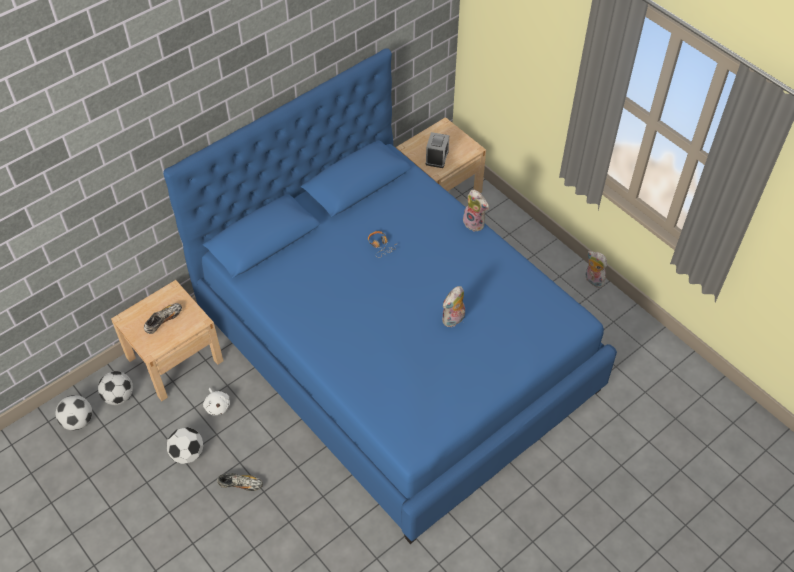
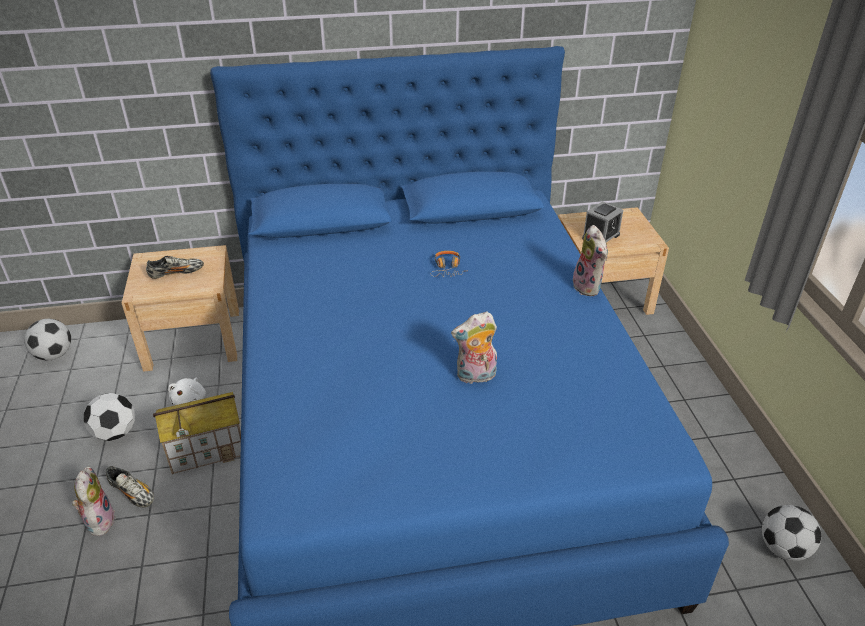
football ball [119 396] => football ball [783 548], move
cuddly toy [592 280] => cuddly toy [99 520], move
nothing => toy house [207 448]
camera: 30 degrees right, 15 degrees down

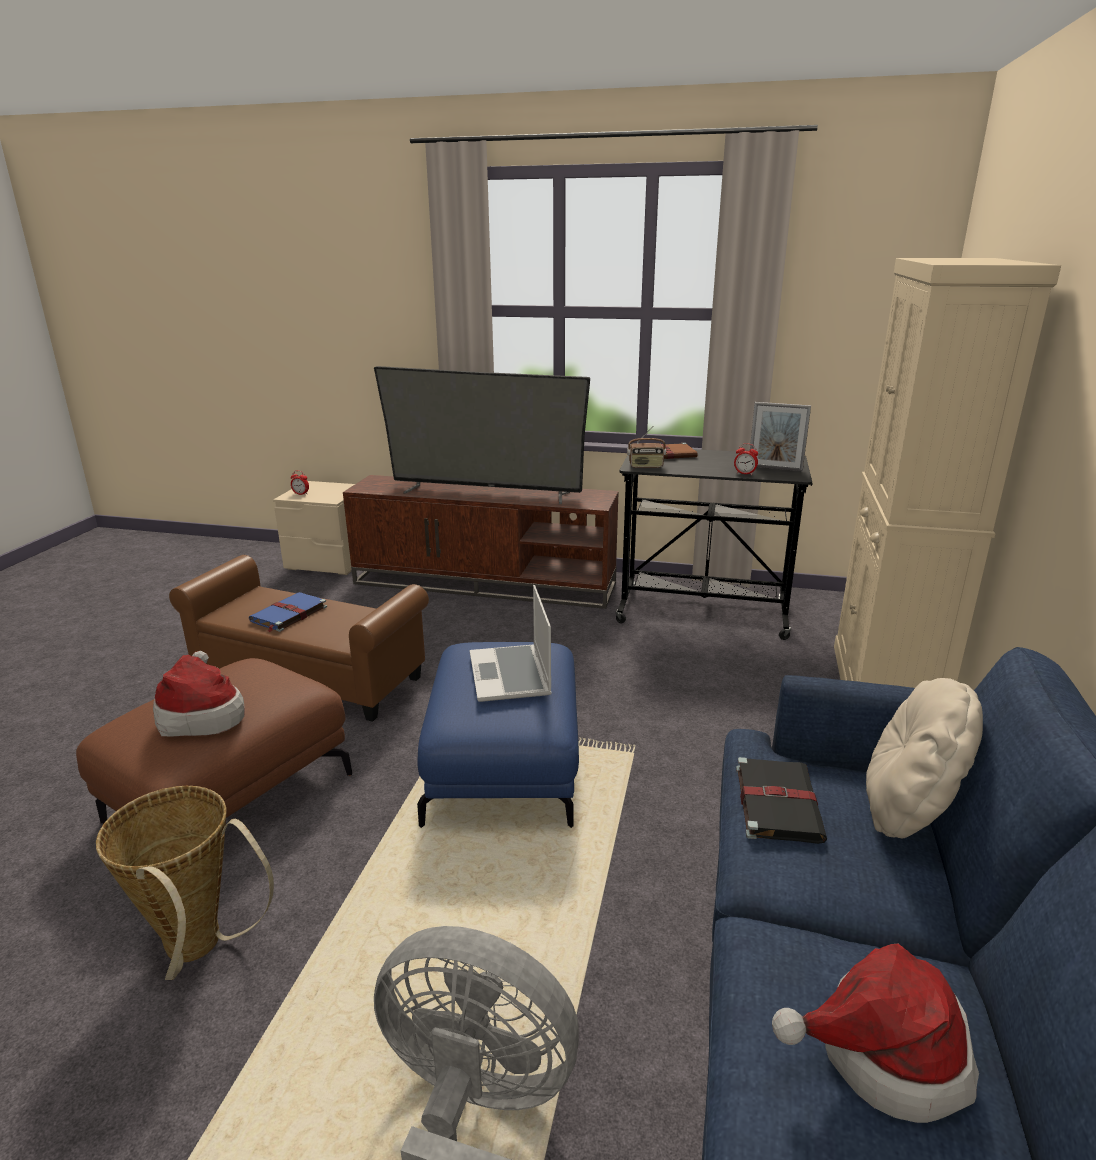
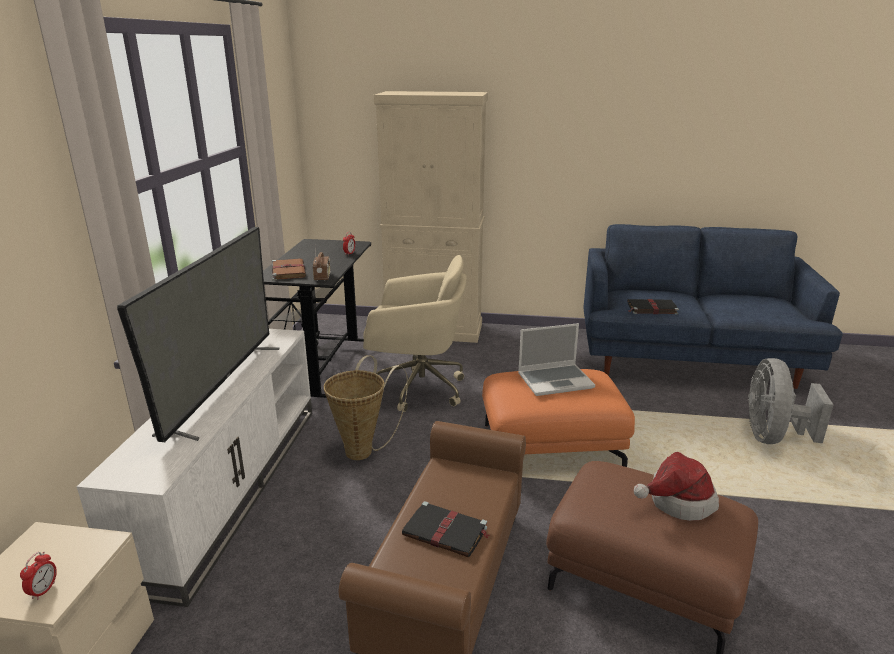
household basket [199 951] => household basket [364 450], move
blue-coloured book [288 614] => black book [446 532]
brownish media console [486 583] => white media console [230 485]
blue-coloured footrest [505 768] => orange footrest [551 447]
picture frame [775 468] => nothing
hat [882 1052] => nothing
beige throw pillow [907 814] => nothing
nothing => beige desk chair [417 390]
camera: 95 degrees left, 0 degrees up

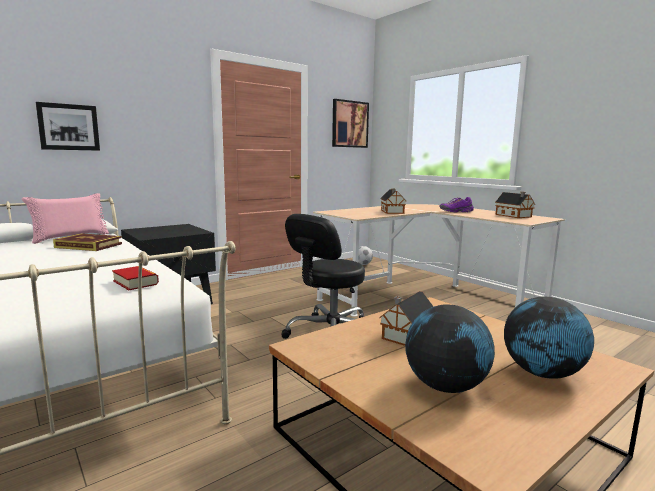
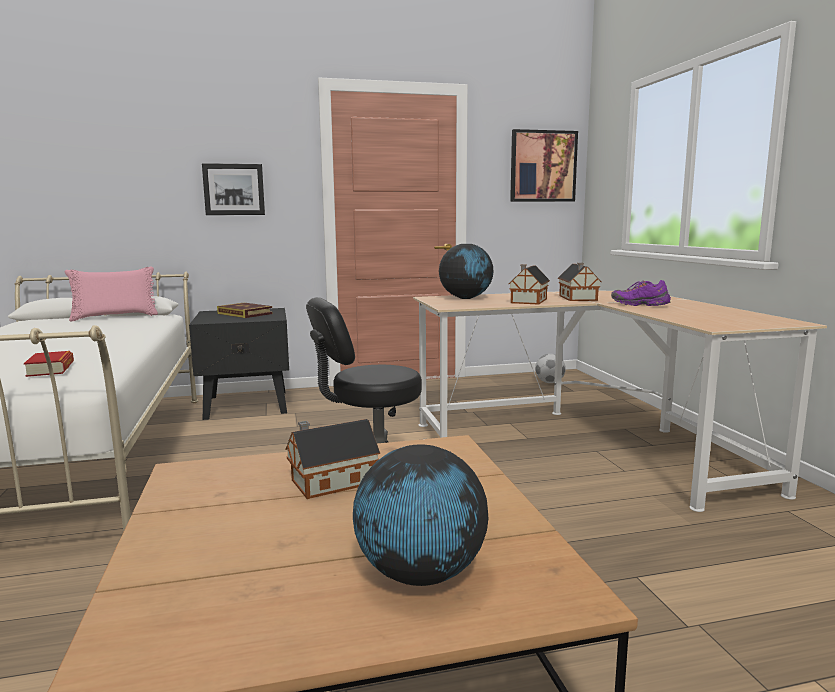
wall art [68 127] => wall art [234 189], move
book [88 246] => book [244 313], move
desk globe [445 386] => desk globe [466 298], move
toy house [514 216] => toy house [578 298], move
camera: 25 degrees right, 0 degrees up

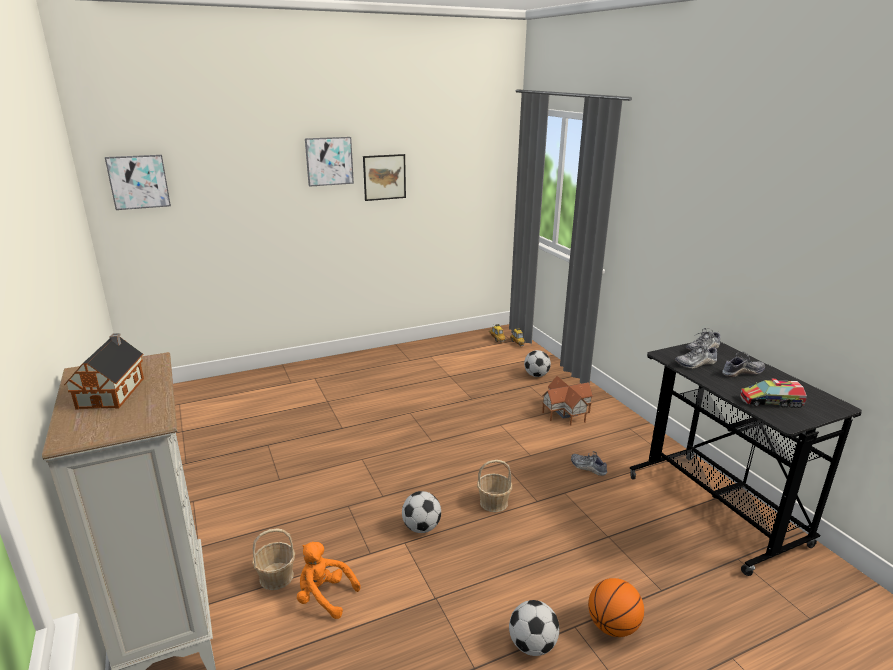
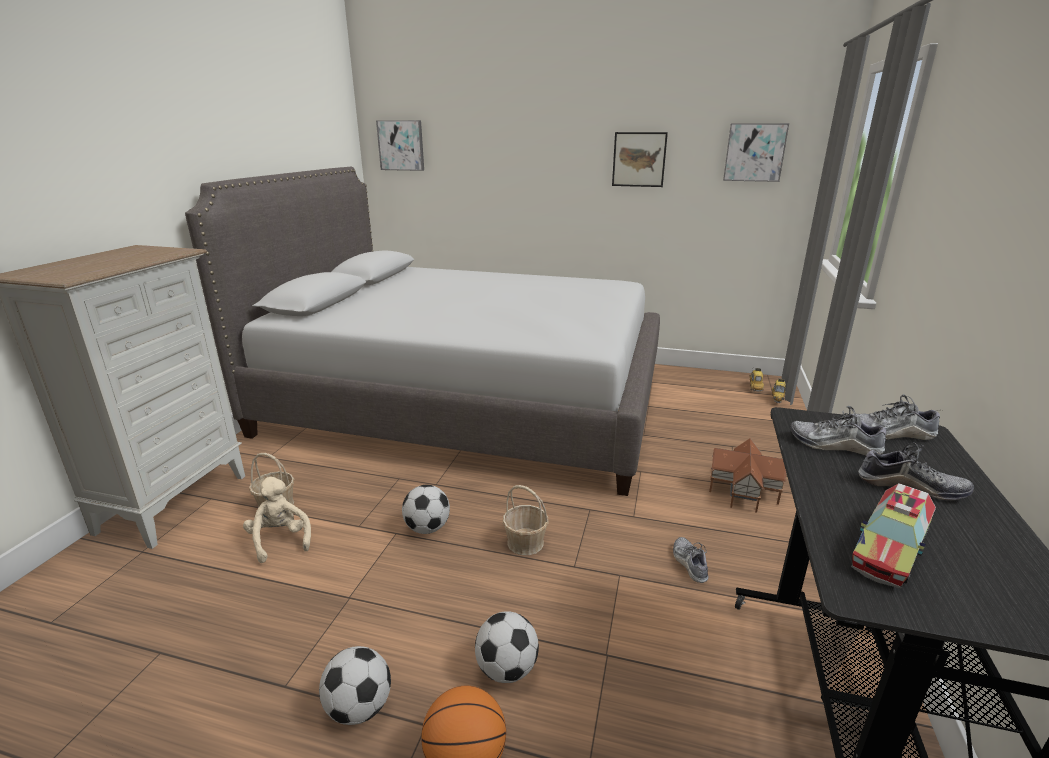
toy house [113 391] => nothing
orange cuddly toy [324 597] => beige cuddly toy [280 540]
wall art [329 161] => wall art [754 152], move
football ball [536 375] => football ball [507 670], move
toy lorry [771 402] => toy lorry [889 549], 90 degrees counterclockwise
nothing => greyish bedroom bed [468 401]
camera: 40 degrees right, 0 degrees up

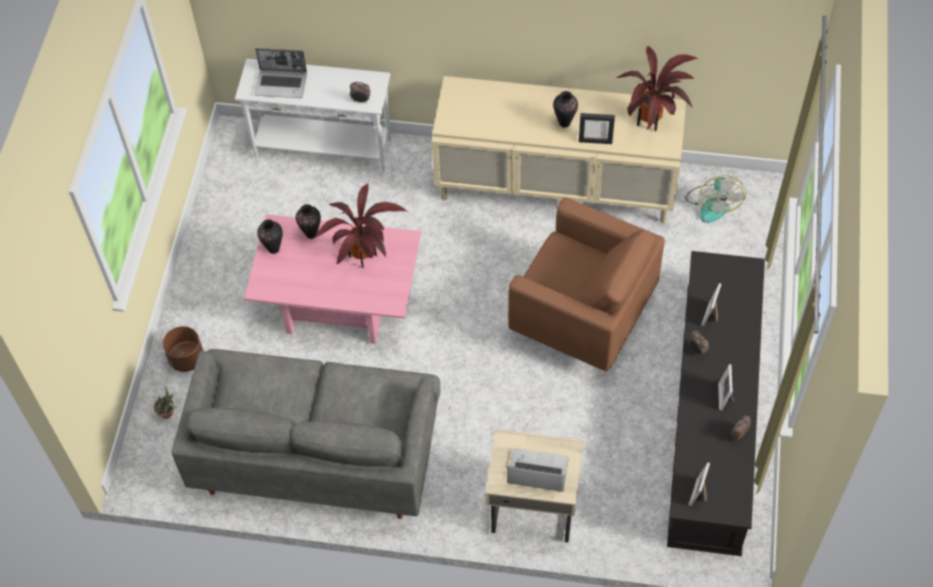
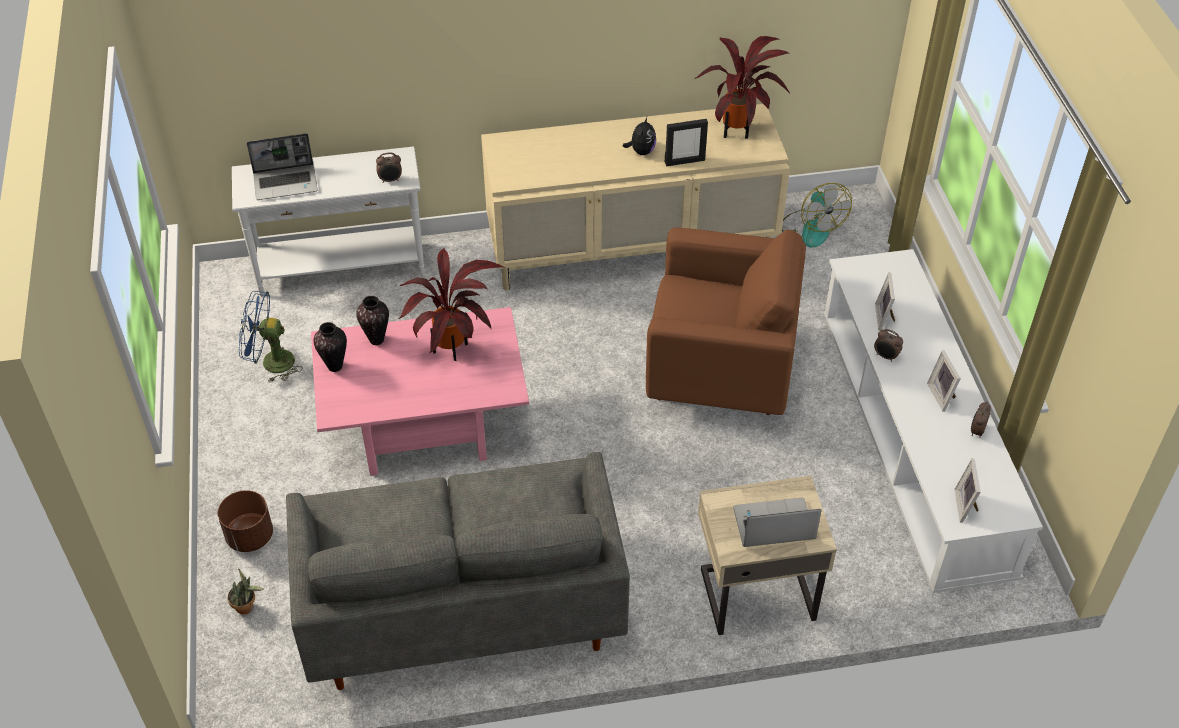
flower vase [564 123] => cuddly toy [641 151]
black media console [713 414] => white media console [915 436]
nothing => blue-coloured cooling fan [271 362]
camera: 20 degrees left, 10 degrees down

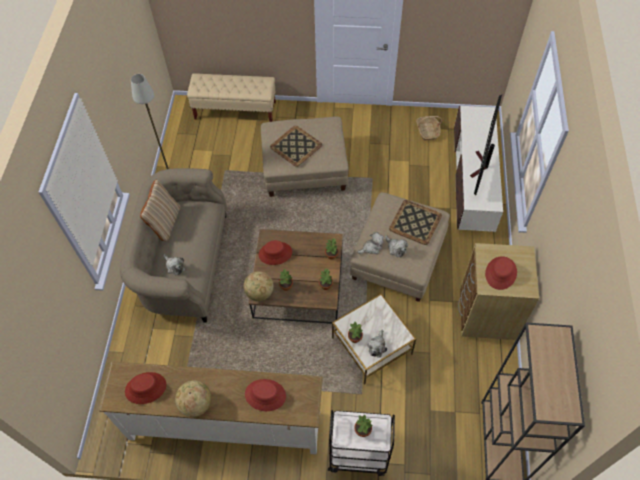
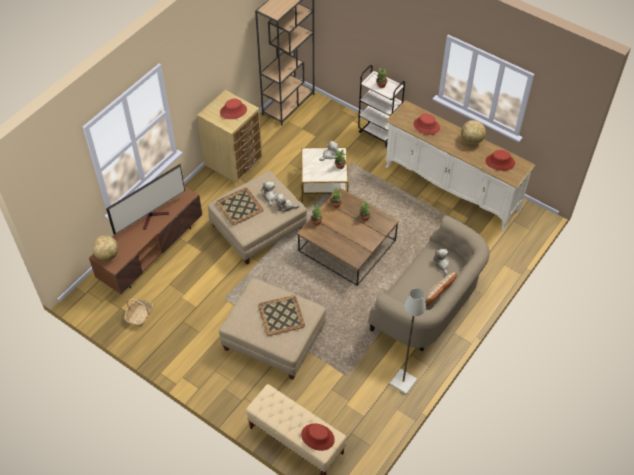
desk globe [259 293] => desk globe [107 255], move
red hat [275 253] => red hat [318 437], move
white media console [472 184] => brownish media console [151 251]
camera: 150 degrees left, 5 degrees down

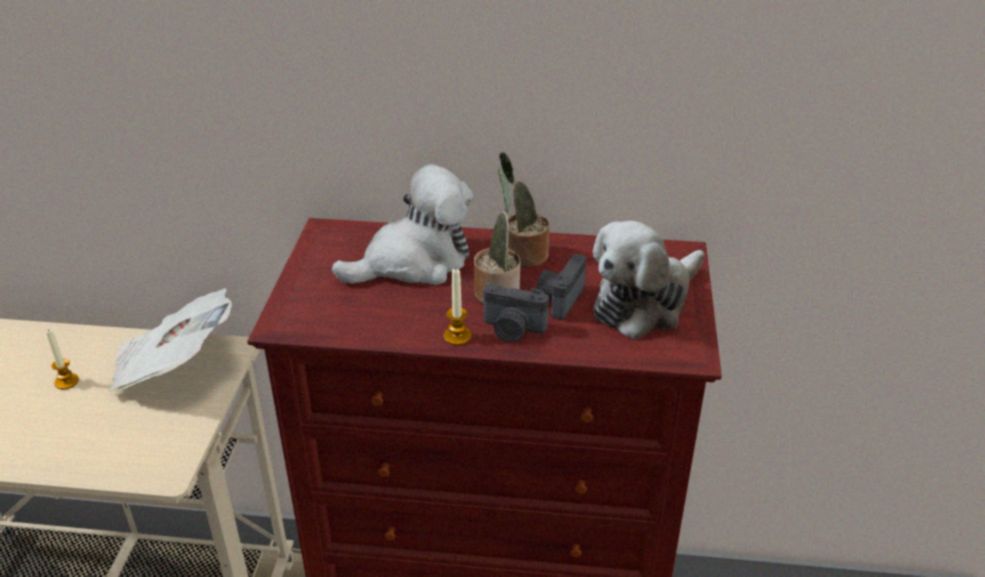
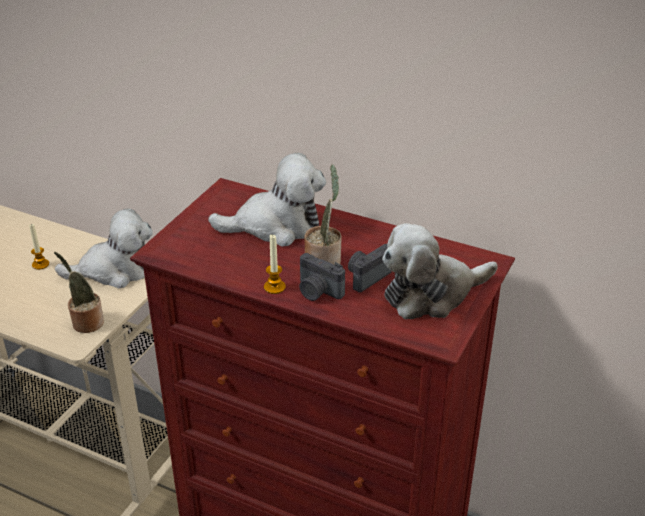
newspaper [174 367] => cuddly toy [114 271]
potted plant [523 256] => potted plant [86 322], move
camera: 20 degrees right, 0 degrees up

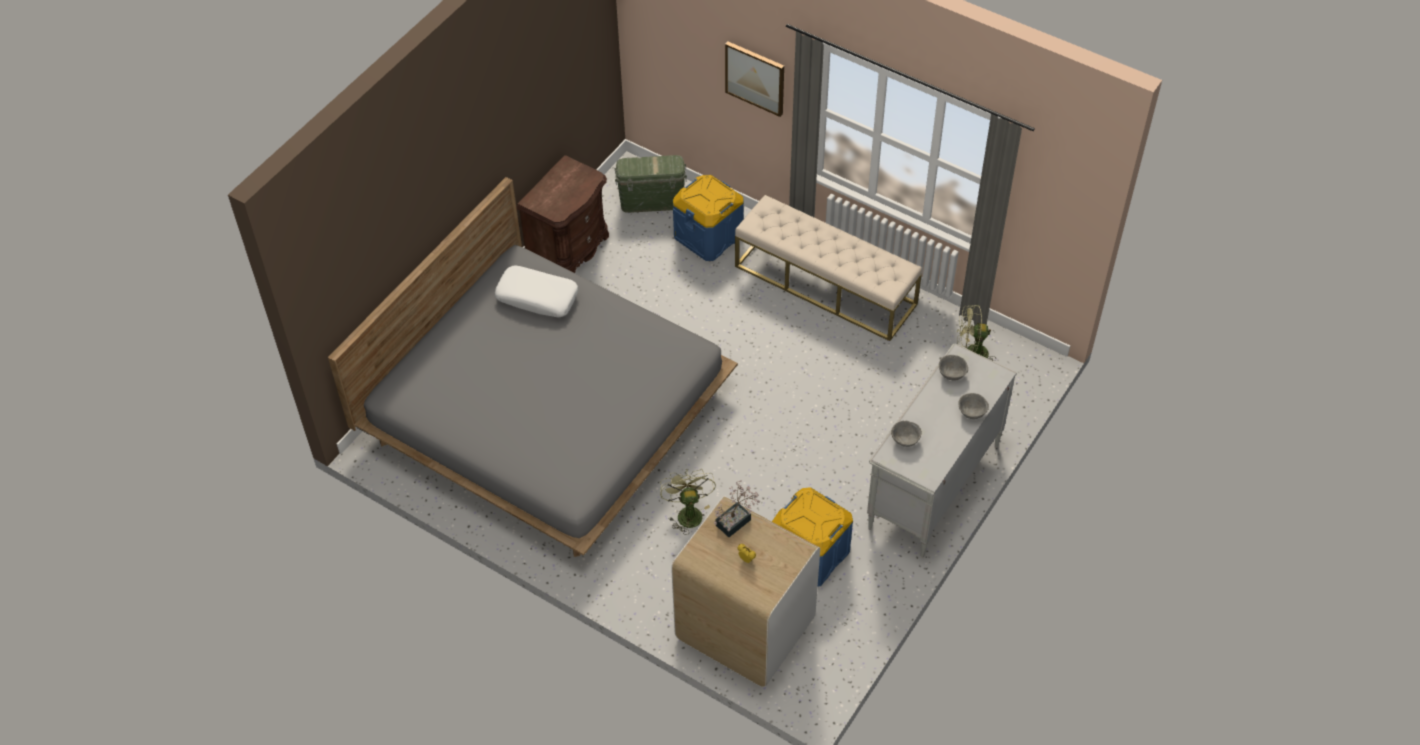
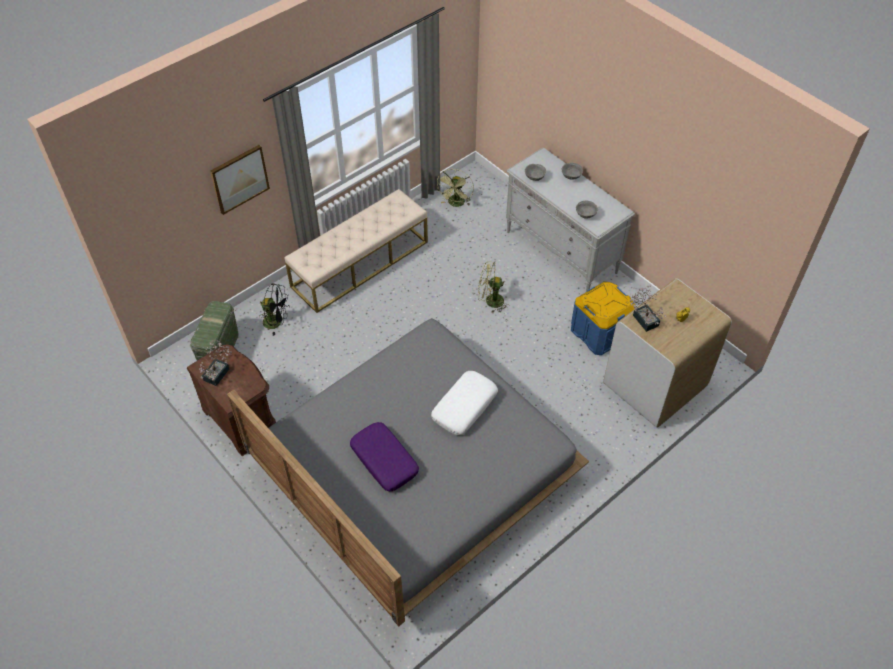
white throw pillow [537 297] => white throw pillow [464 406], move
green cooling fan [687 512] => green cooling fan [490 301], move
blue-coloured storage bin [708 235] => black cooling fan [276 322]
nothing => potted plant [218 372]
nothing => purple-coloured throw pillow [385 460]
camera: 75 degrees left, 0 degrees up

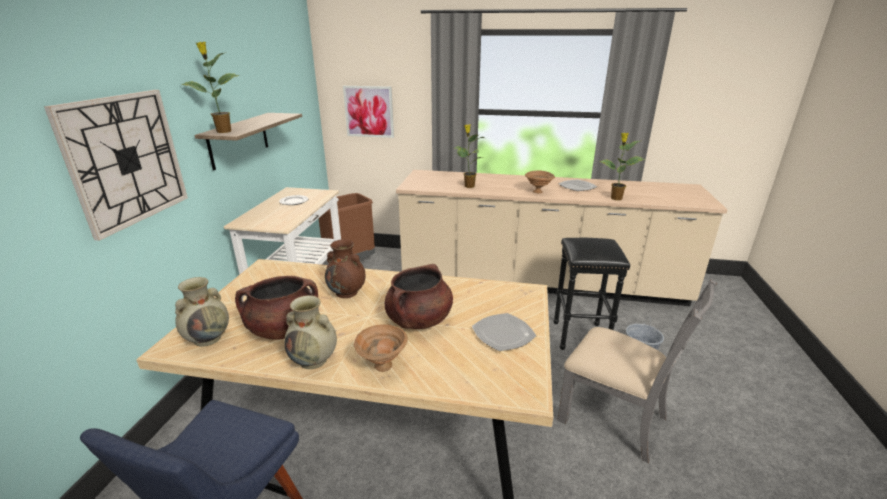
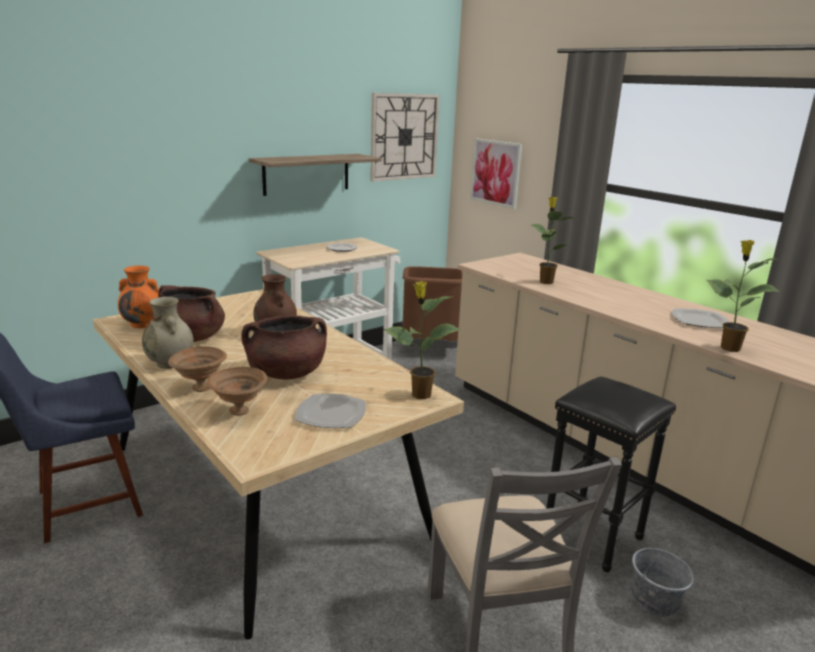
clock on the wall [126 160] => clock on the wall [404 137], move
beige flower vase [208 338] => orange flower vase [143 324]
potted plant [223 131] => potted plant [420 395], move
brownish serving bowl [538 192] => brownish serving bowl [240 412], move
camera: 40 degrees right, 5 degrees down

